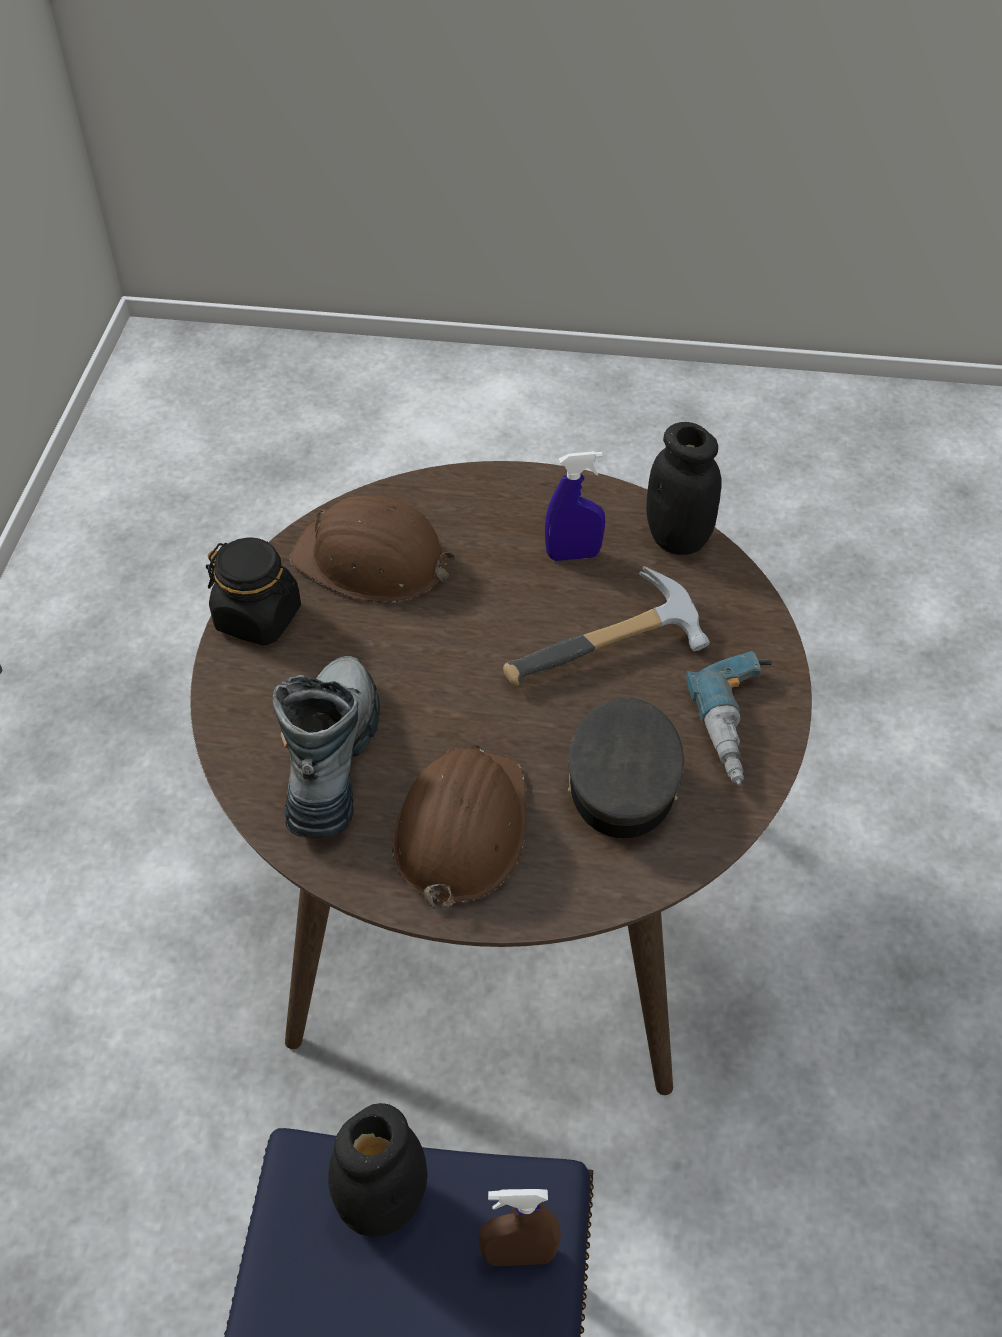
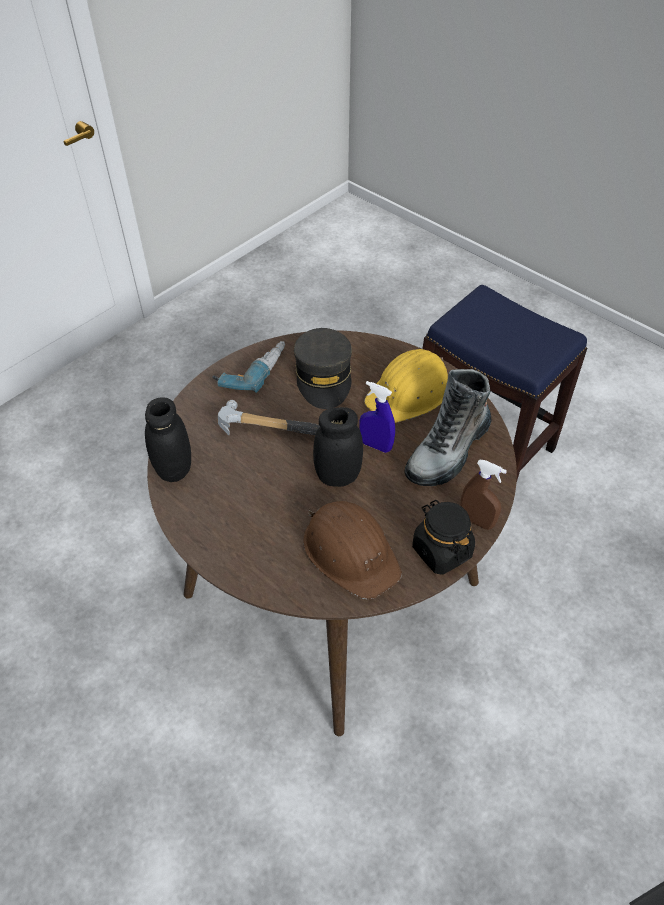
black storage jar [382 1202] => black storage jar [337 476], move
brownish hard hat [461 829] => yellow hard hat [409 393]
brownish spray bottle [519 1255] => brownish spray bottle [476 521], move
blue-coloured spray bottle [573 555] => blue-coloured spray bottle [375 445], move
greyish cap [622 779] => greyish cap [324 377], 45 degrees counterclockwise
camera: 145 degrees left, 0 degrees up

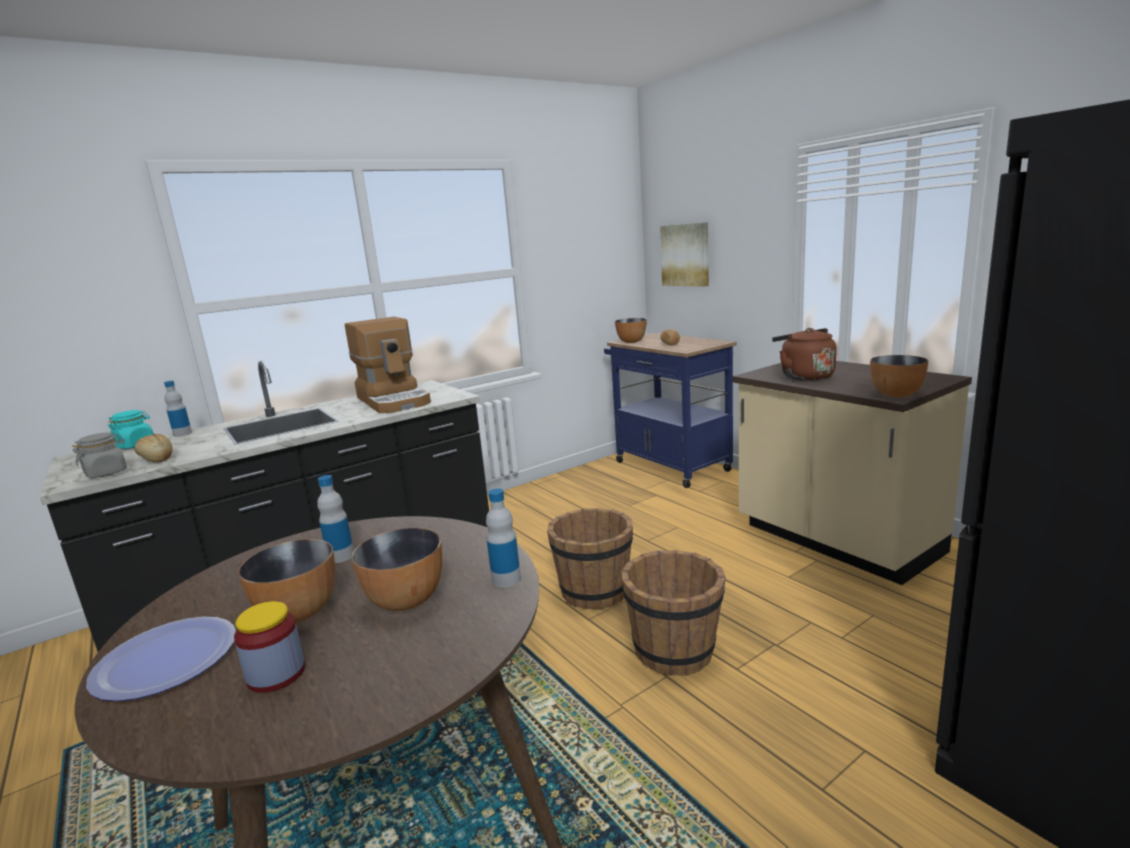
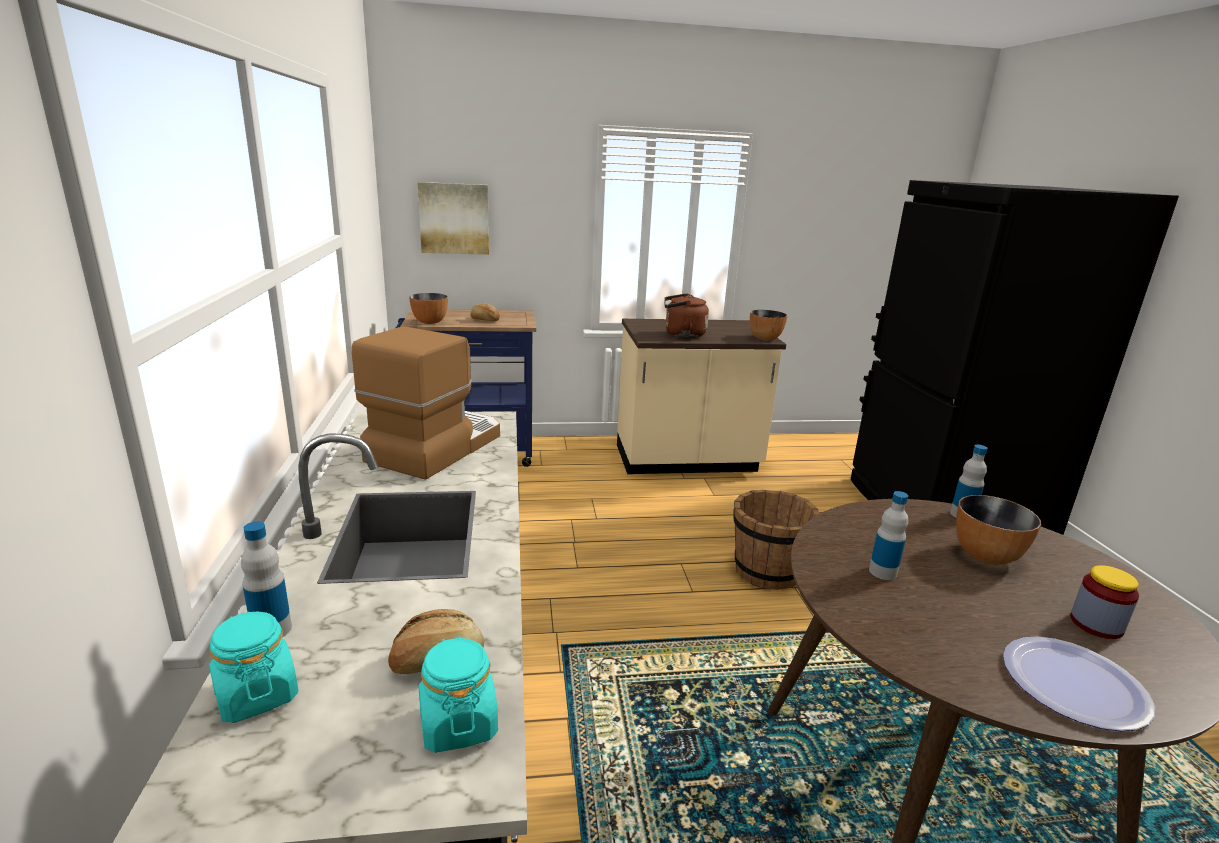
greyish storage jar [106 473] => turquoise-coloured storage jar [458 723]
serving bowl [298 613] => nothing
coffee machine [394 400] => coffee machine [435 447], 60 degrees counterclockwise
brownish pail [594 591] => nothing
camera: 65 degrees left, 5 degrees up

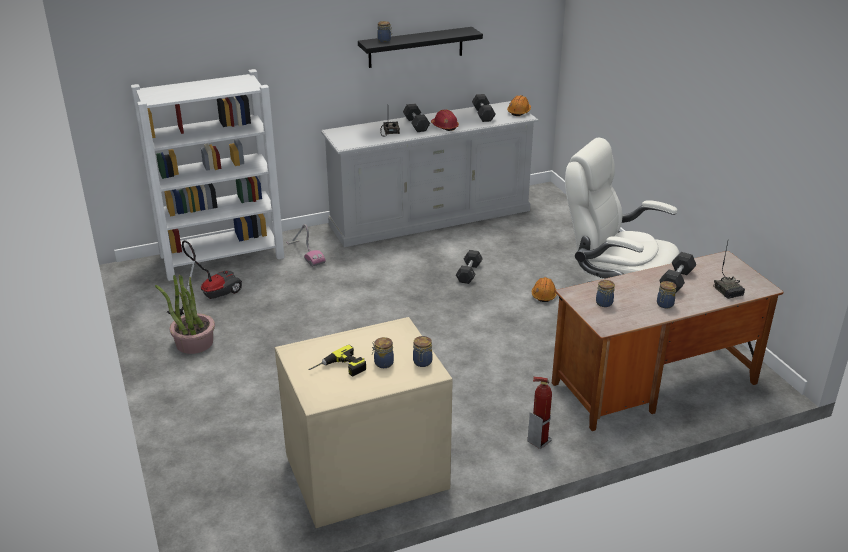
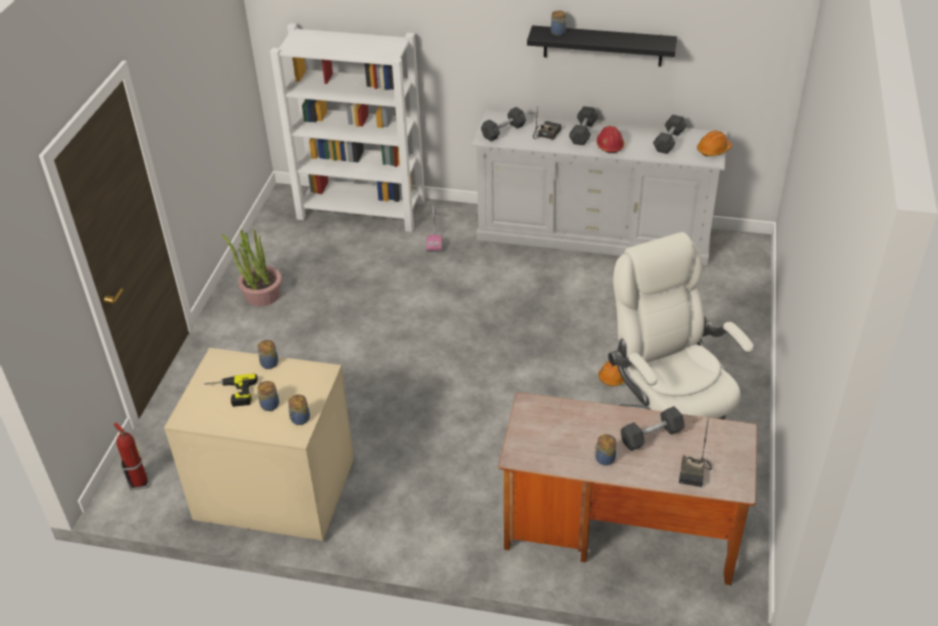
hoover [210 297] => nothing
greyish dumbbell [469 273] => greyish dumbbell [503 131], move
fire-fighting cylinder [539 441] => fire-fighting cylinder [139 482], move
storage jar [604 303] => storage jar [269 364], move
camera: 35 degrees right, 10 degrees up

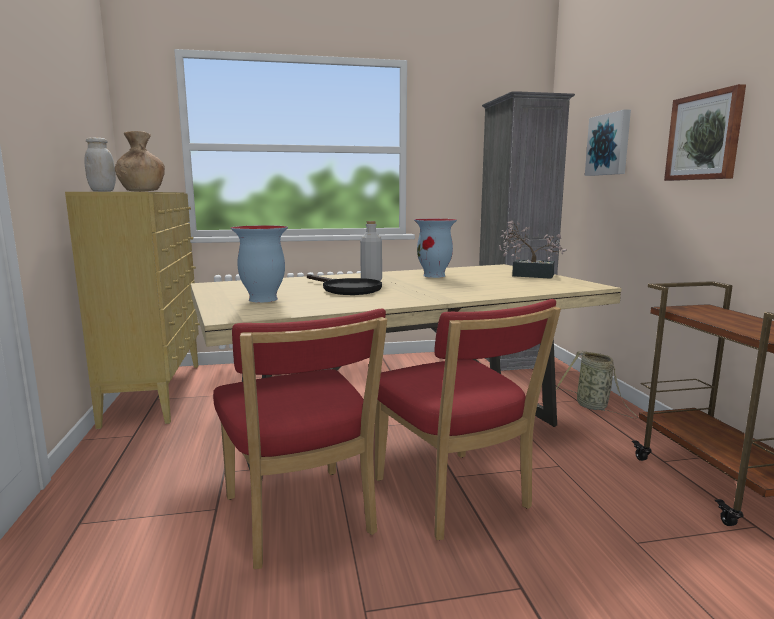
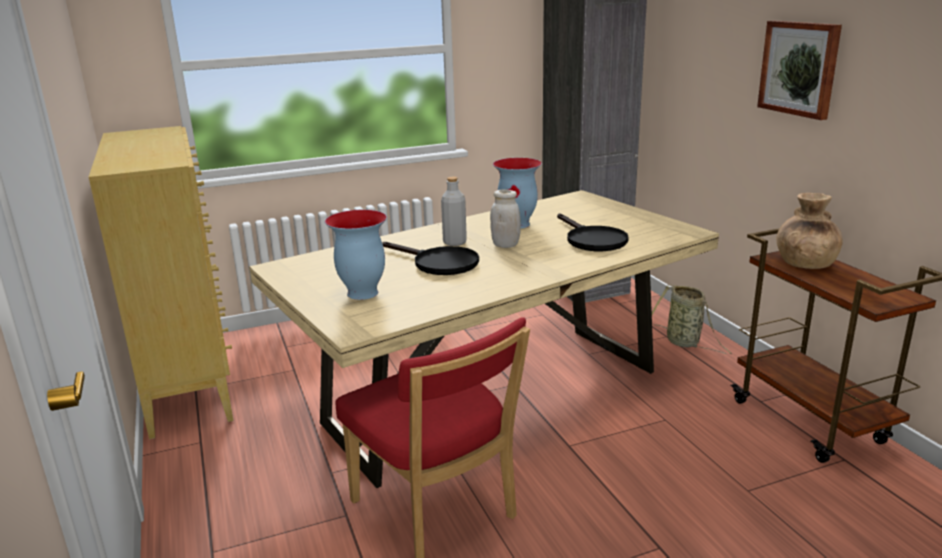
white storage jar [102 191] => white storage jar [505 245], move
brownish flower vase [142 191] => brownish flower vase [804 264], move
red chair [454 497] => nothing
potted plant [527 275] => nothing
wall art [609 144] => nothing
nothing => black skillet [591 240]
camera: 10 degrees left, 10 degrees up

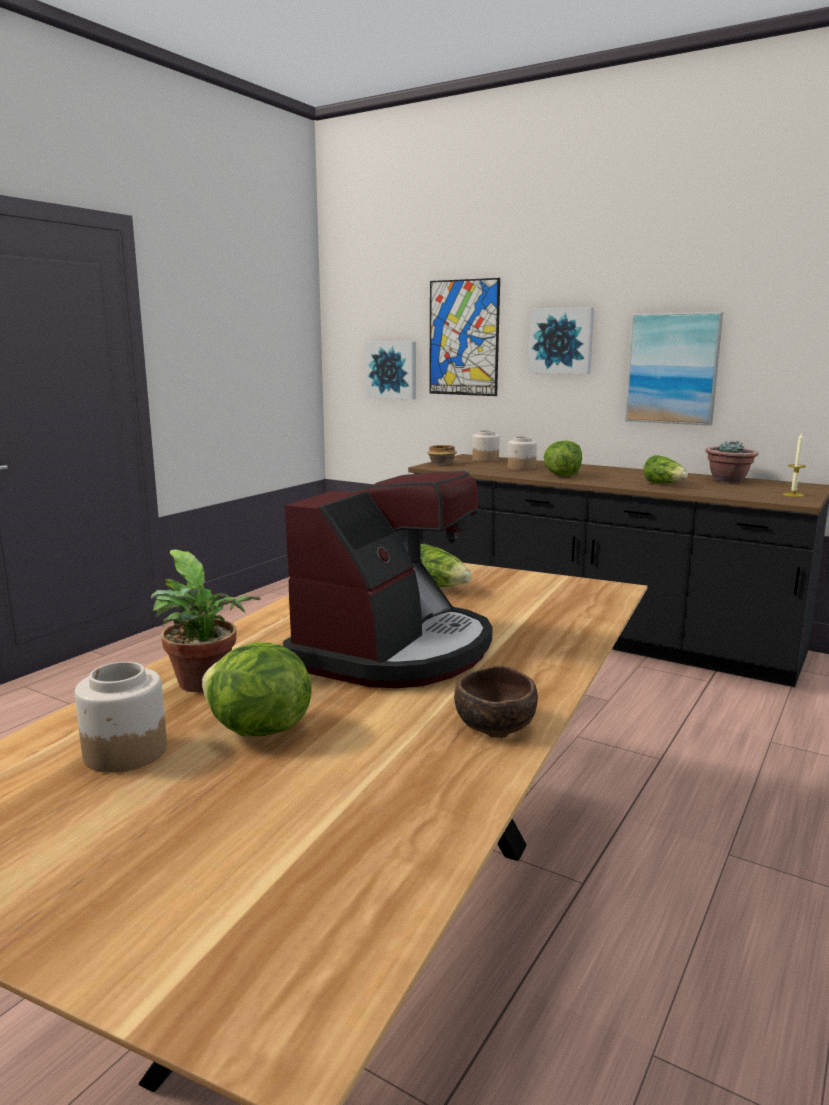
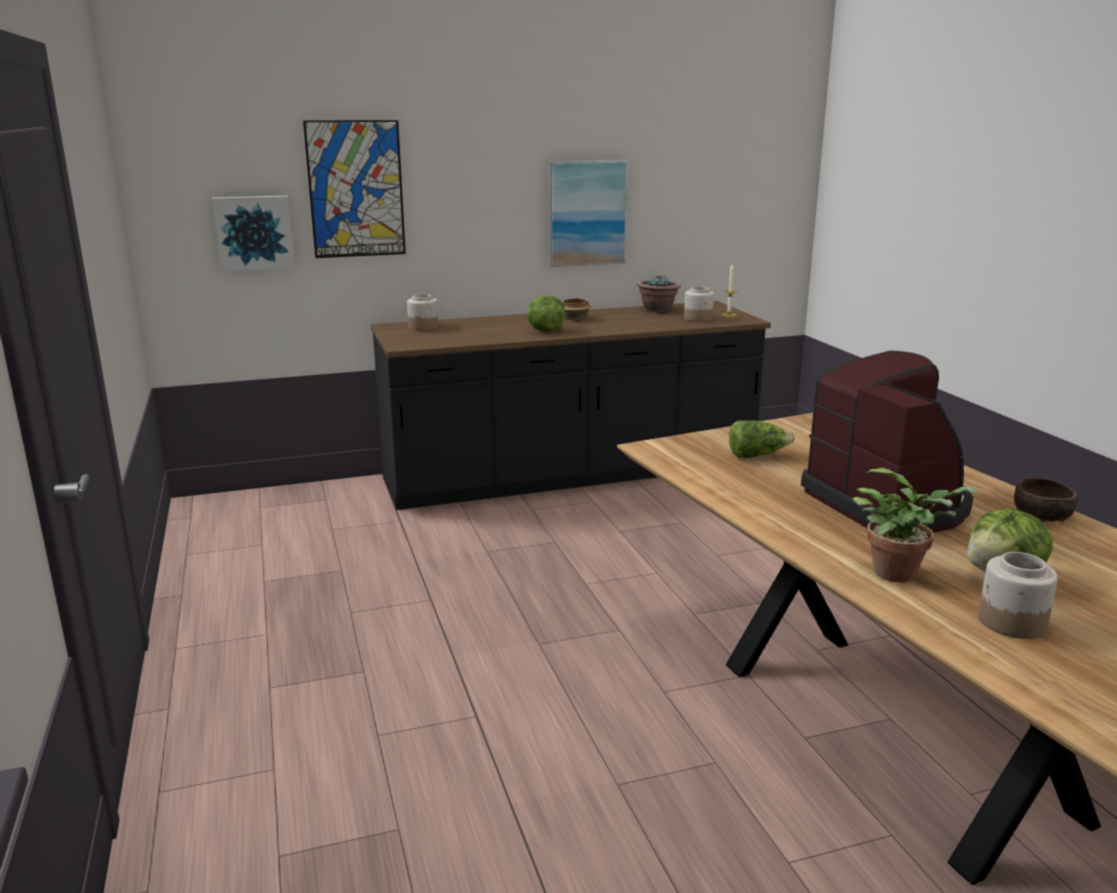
serving bowl [442 464] => serving bowl [576 318], move
storage jar [521 468] => storage jar [698 319], move
wall art [561 341] => nothing
lettuce head [664 484] => nothing
camera: 50 degrees left, 5 degrees up

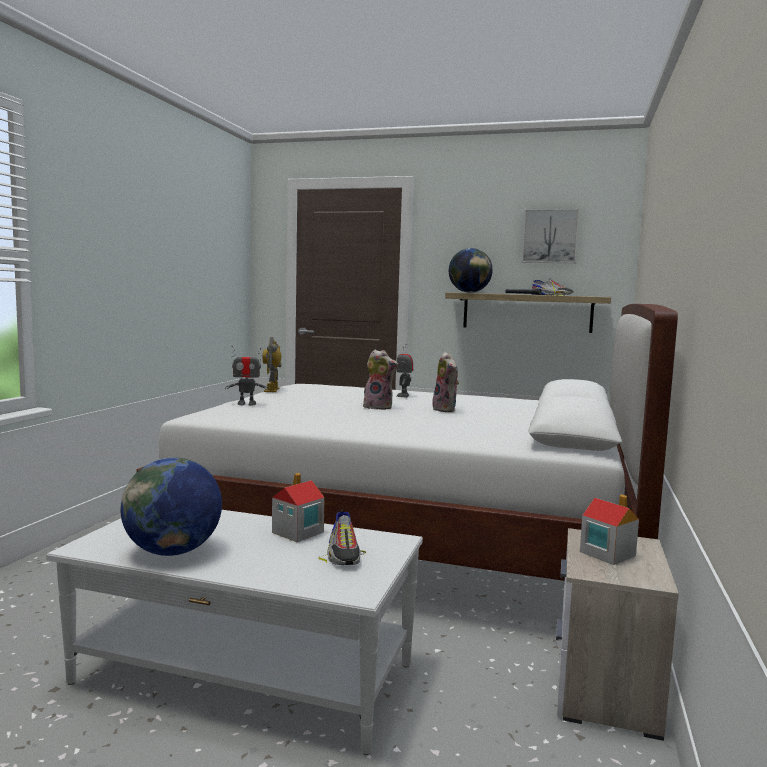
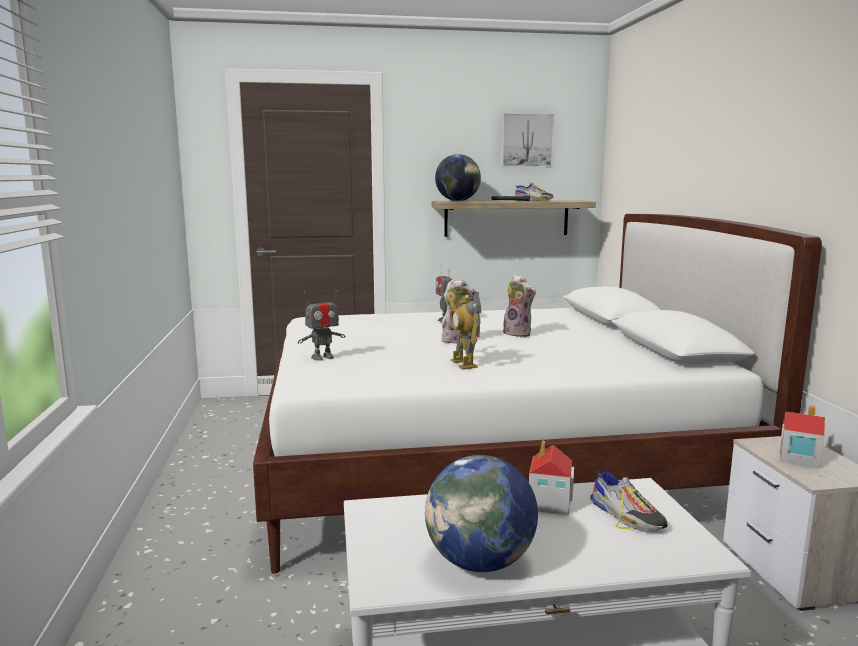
model robot [272 390] => model robot [463 364], move
camera: 25 degrees left, 5 degrees up

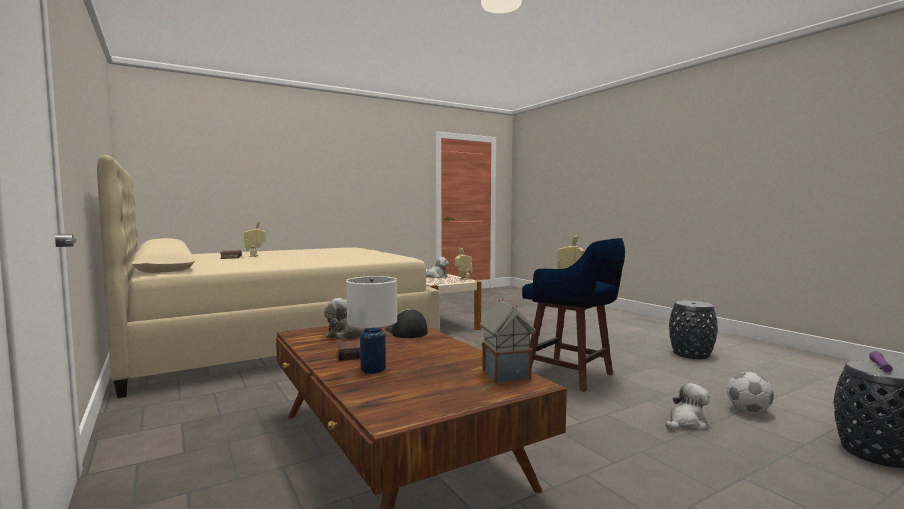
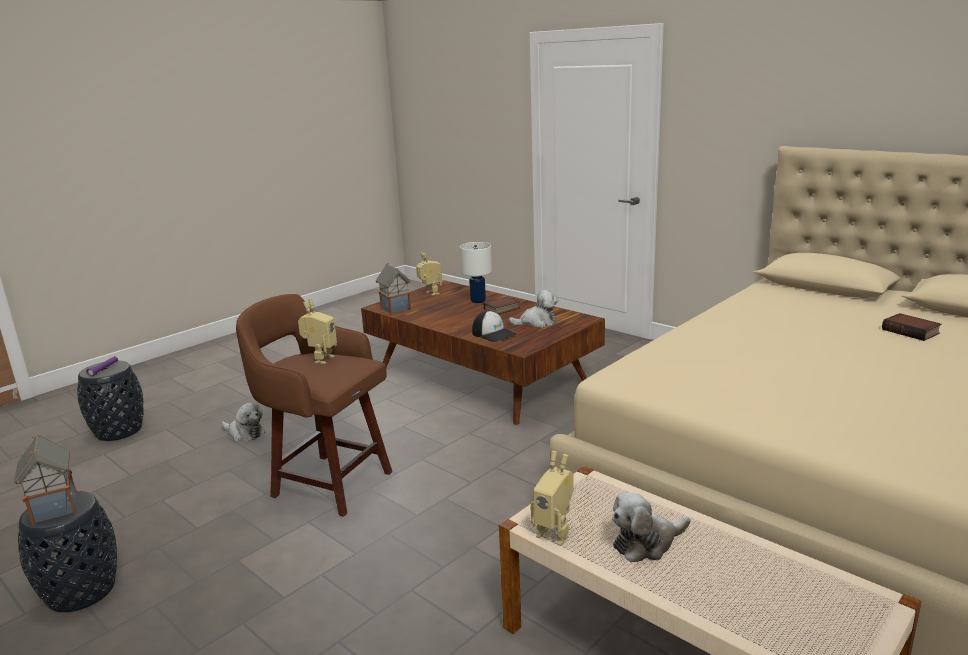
model robot [255 256] => model robot [430 293], move
blue-coloured sitting stool [572 376] => brownish sitting stool [328 483]
cuddly toy [686 423] => cuddly toy [244 433], 105 degrees counterclockwise
football ball [748 411] => nothing
nothing => toy house [55 509]
camera: 165 degrees right, 15 degrees up

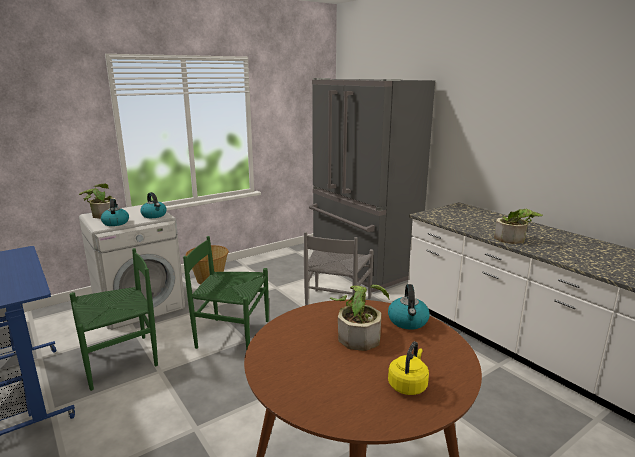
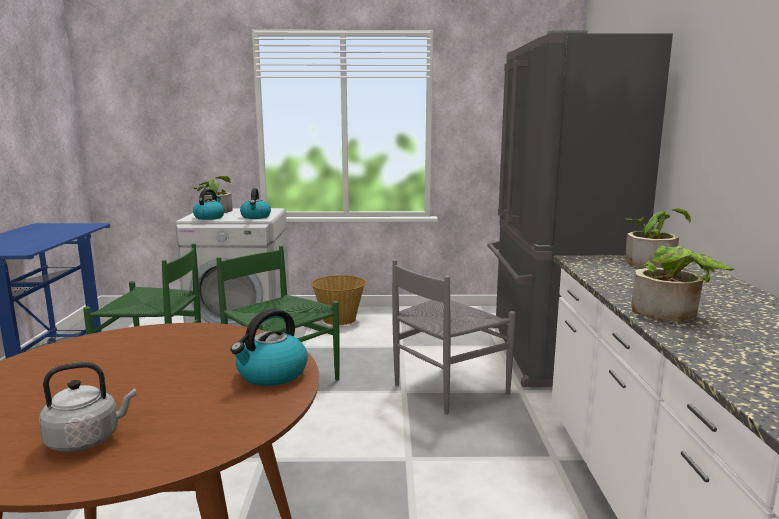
potted plant [359 335] => potted plant [652 262], move
yellow kettle [408 385] => greyish kettle [87 439]
camera: 35 degrees right, 5 degrees down

